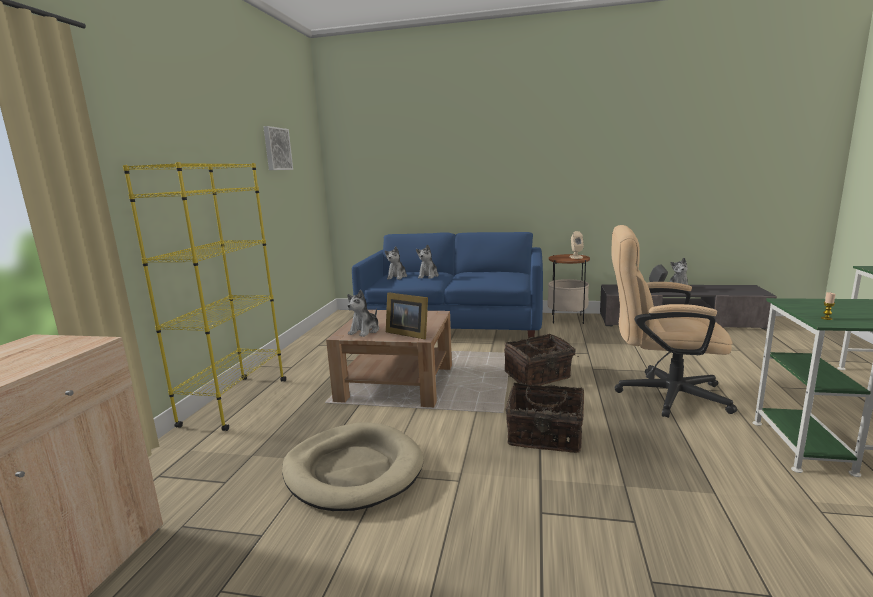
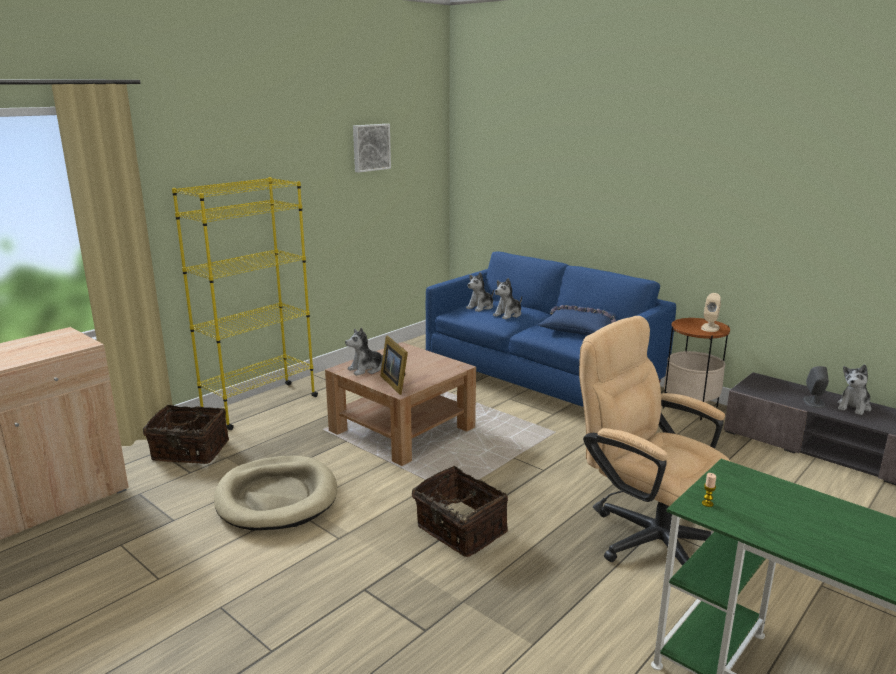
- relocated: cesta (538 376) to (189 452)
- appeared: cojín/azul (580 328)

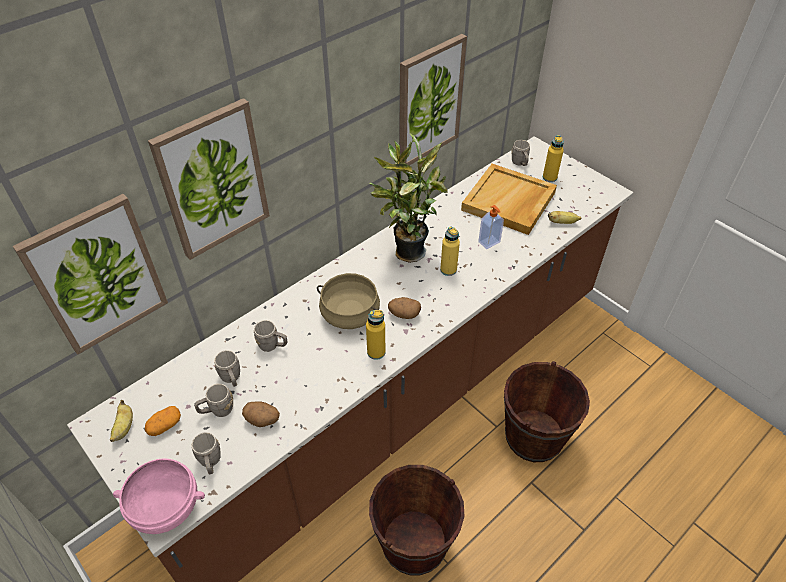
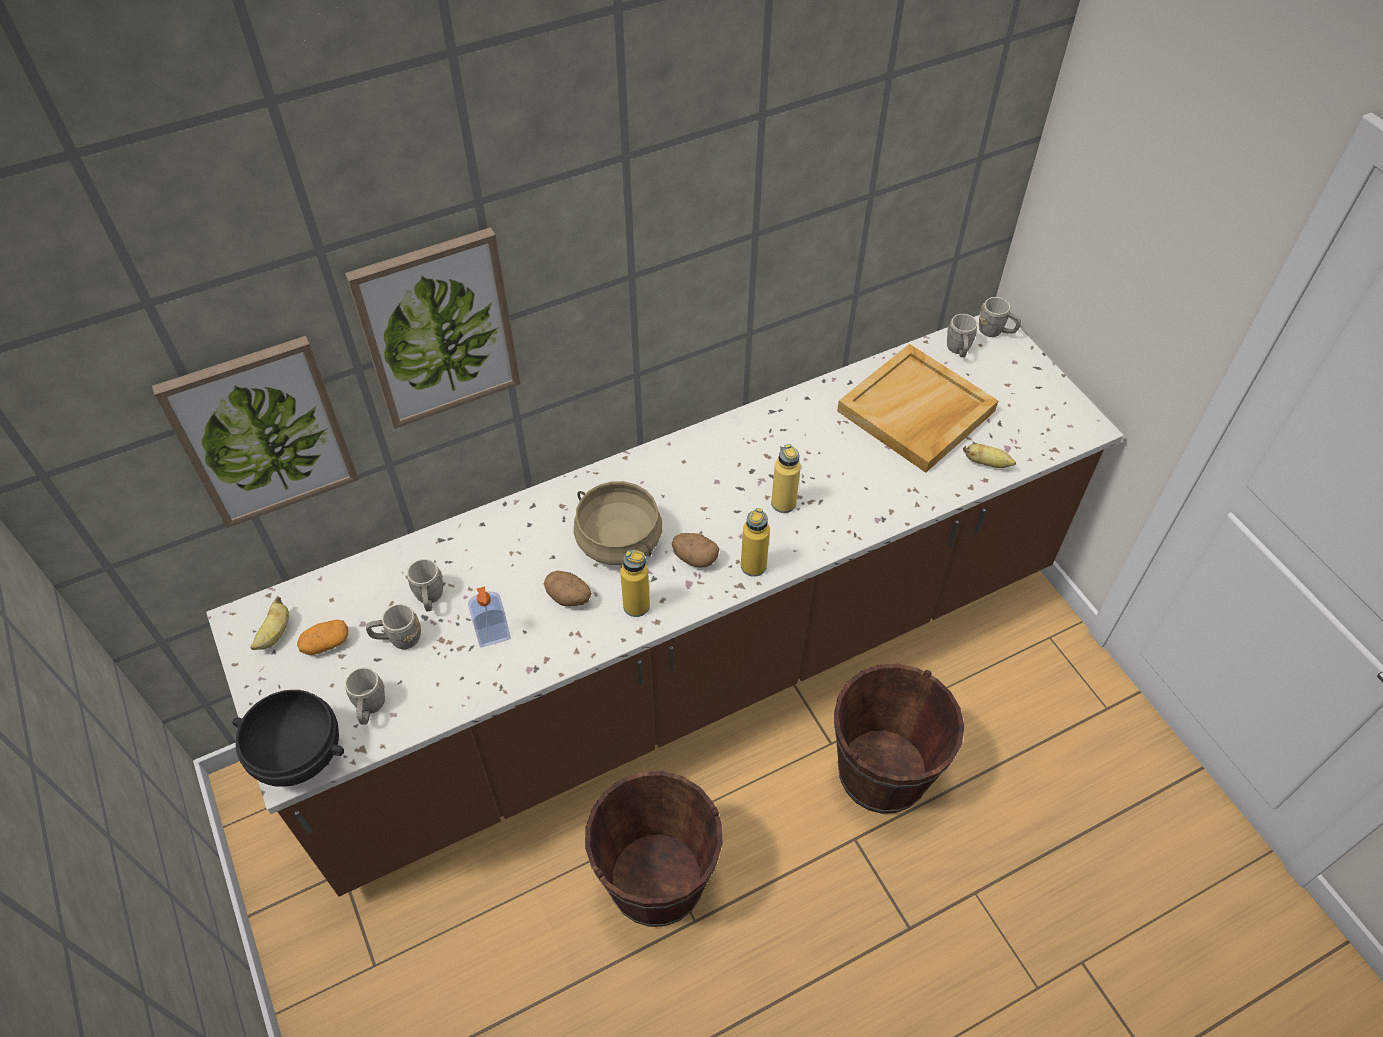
- missing: cuadro (429 101)
- missing: planta en maceta (406 252)
- relocated: botella/amarillo (549 177) to (753 566)
- relocated: dispensador de jabón (489 242) to (493 635)
- relocated: taza grande/gris (272 345) to (995 332)
- relocated: patata (263 420) to (569 597)
- colour: cuenco/rosa (166 509) to cuenco/negro (297 756)

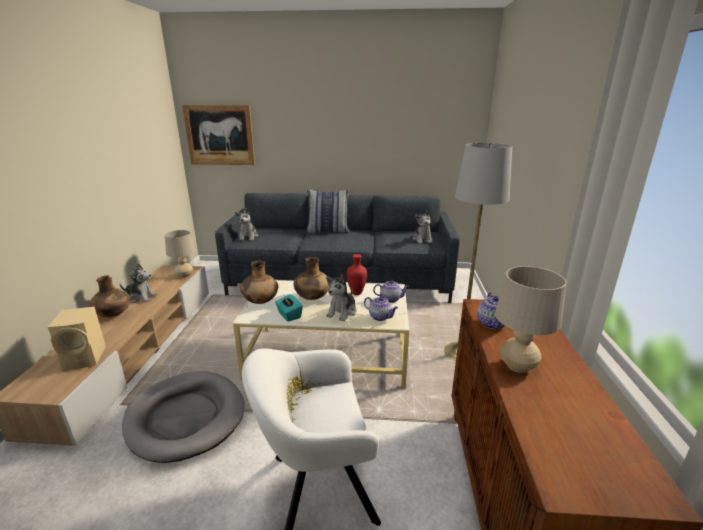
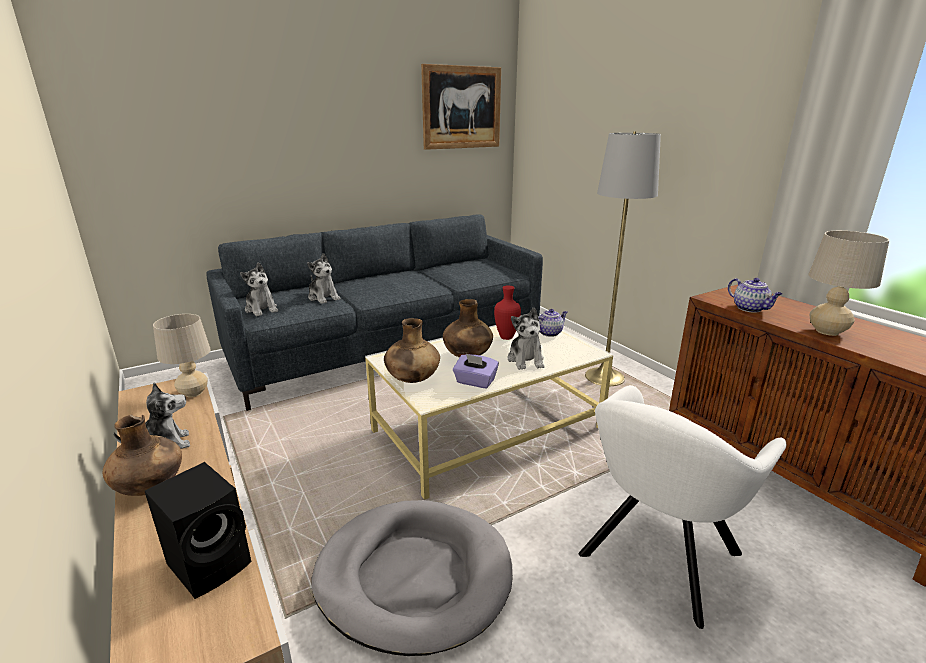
- relocated: cuadro (220 135) to (462 108)
- missing: cojín (328 230)
- relocated: peluche (422 239) to (323 297)
- colour: caja de pañuelos/turquesa (289 315) to caja de pañuelos/morado (475 382)
- missing: tetera (380 317)
- colour: altavoz/beis (86 358) to altavoz/negro (212 562)

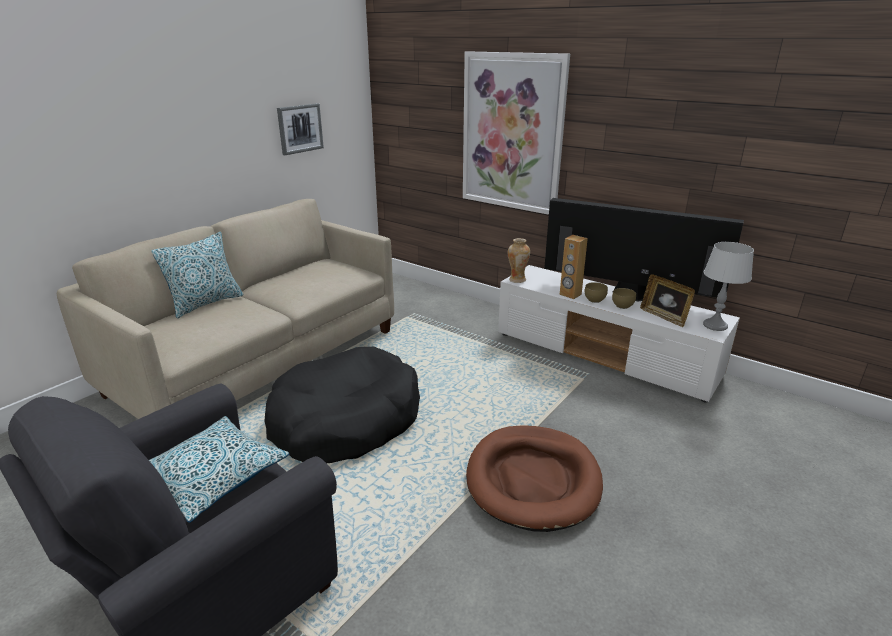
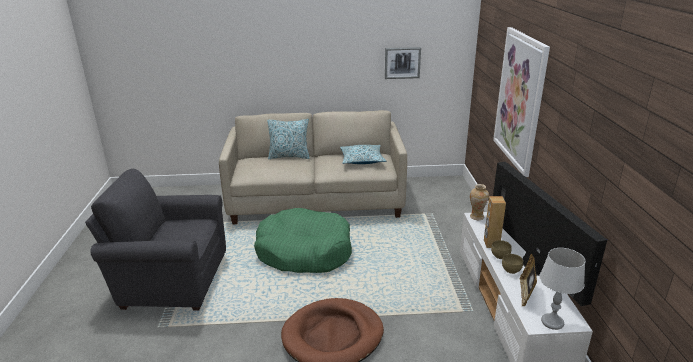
- colour: cama para perro/negro (345 421) to cama para perro/verde (304 251)
- relocated: cojín (213 477) to (362 160)

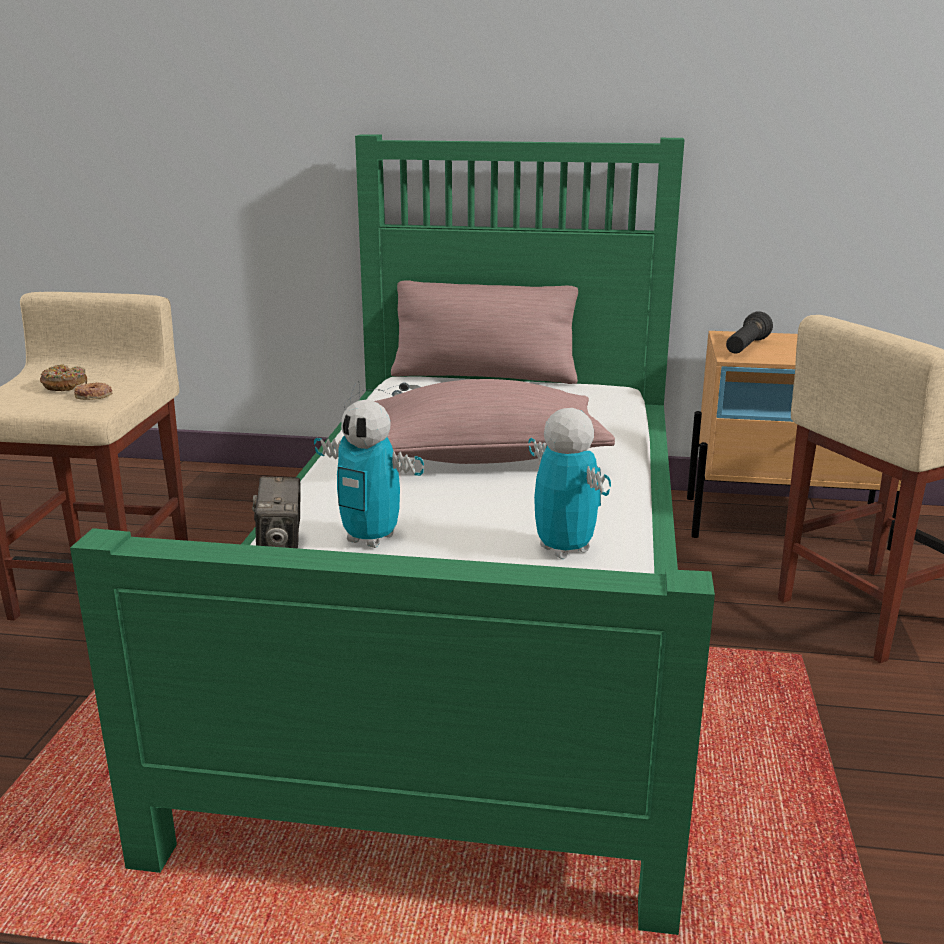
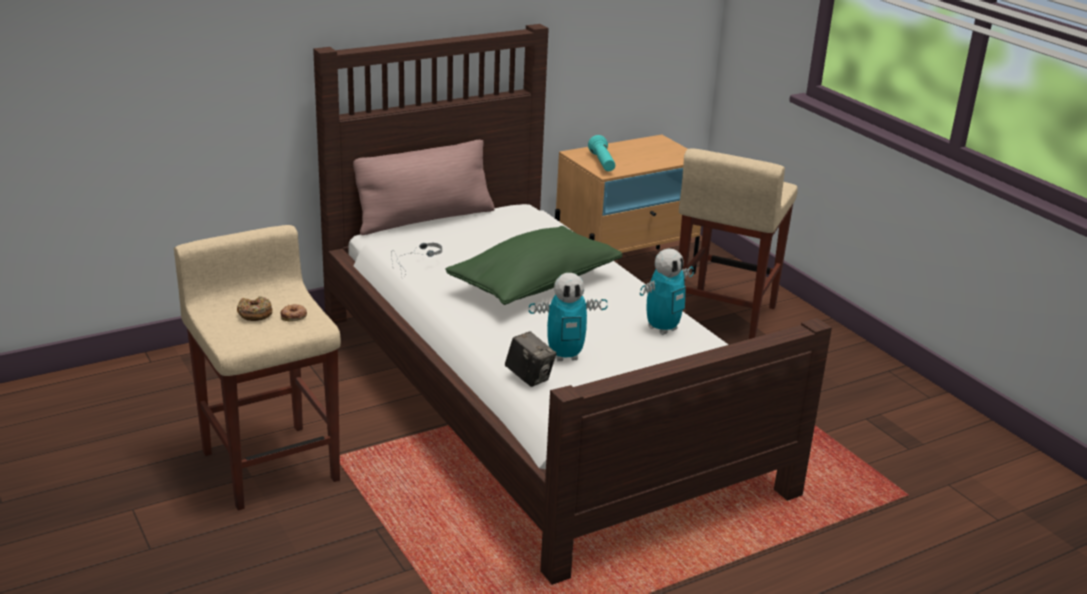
- colour: cama/verde (472 622) to cama/marrón (537 396)
- colour: linterna/negro (746 348) to linterna/turquesa (602 163)
- colour: cojín/rosa (482 457) to cojín/verde (534 284)
- spun: robot de juguete (564 549) = (662 328) 120 degrees clockwise

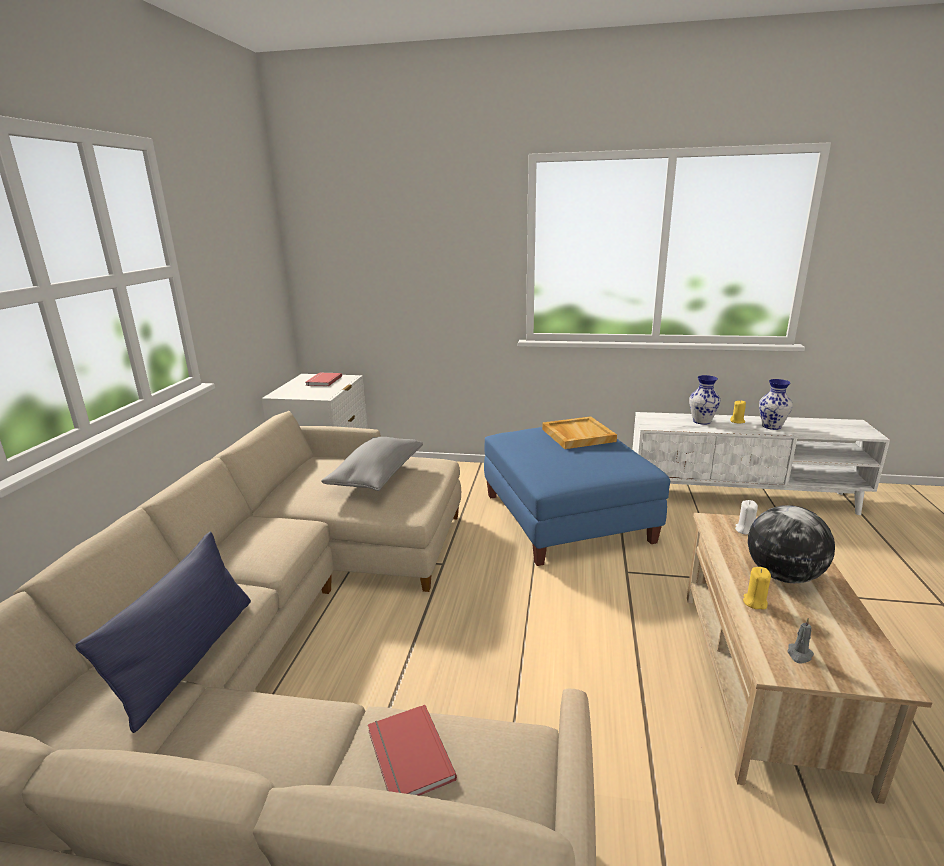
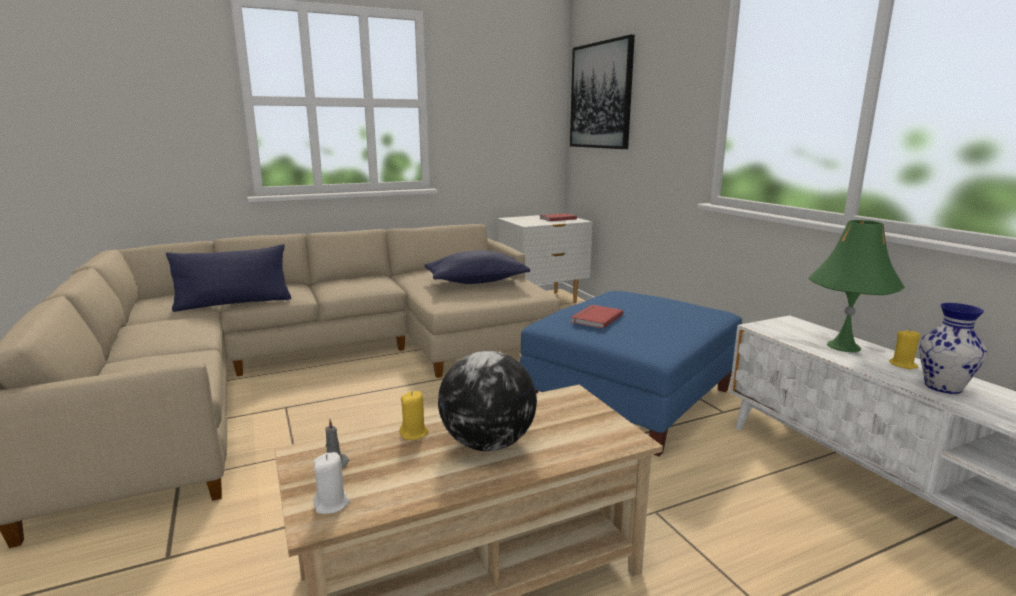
- exchanged: florero (701 421) to lámpara de mesa/verde (843 346)
- missing: bandeja/beis (577 435)
- colour: cojín/gris (377 476) to cojín/azul (476 282)
- relocated: vela/blanco (744 530) to (332 504)
- relocated: libro/rojo (407 756) to (595 318)
- appeared: cuadro (601 96)

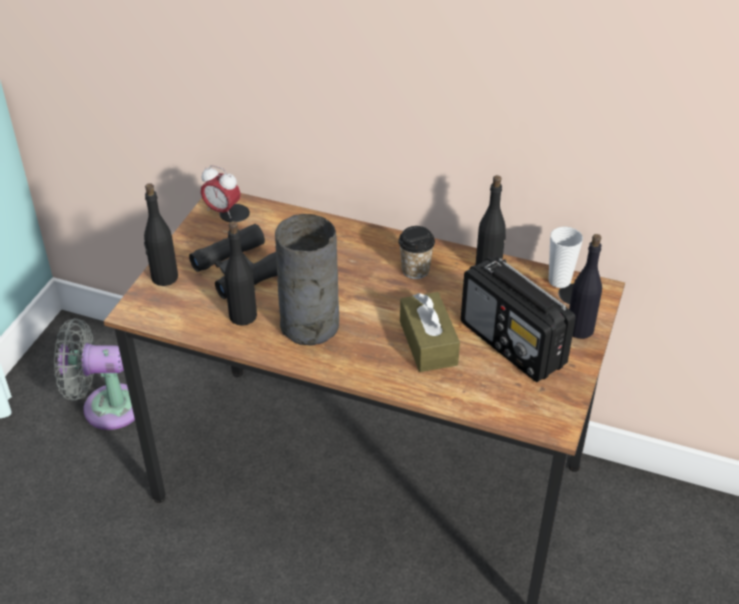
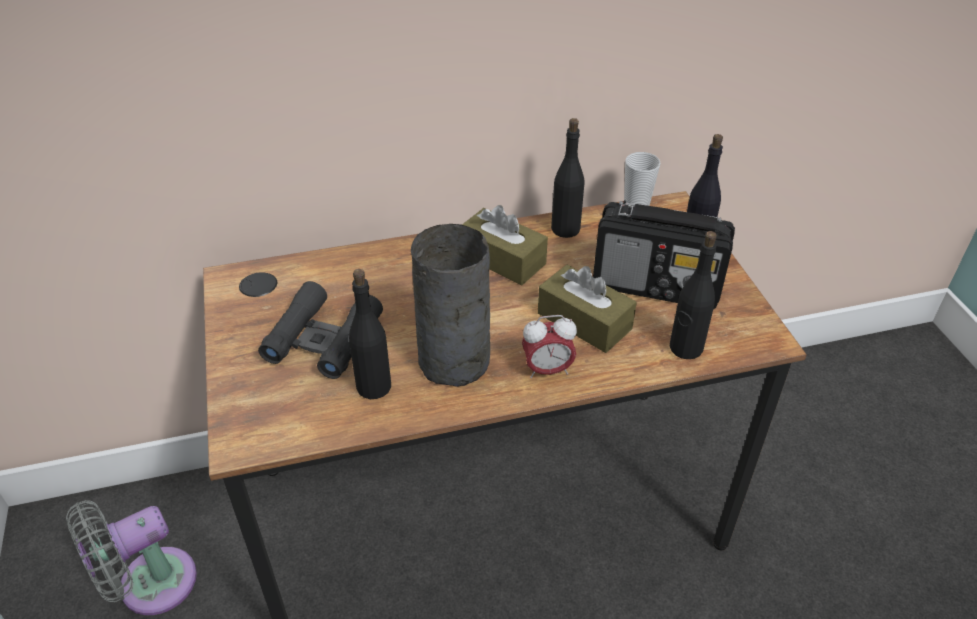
- relocated: despertador (222 210) to (547 370)
- relocated: botella/negro (164 277) to (685 348)
- exchanged: taza (415 270) to caja de pañuelos/marrón (502 259)

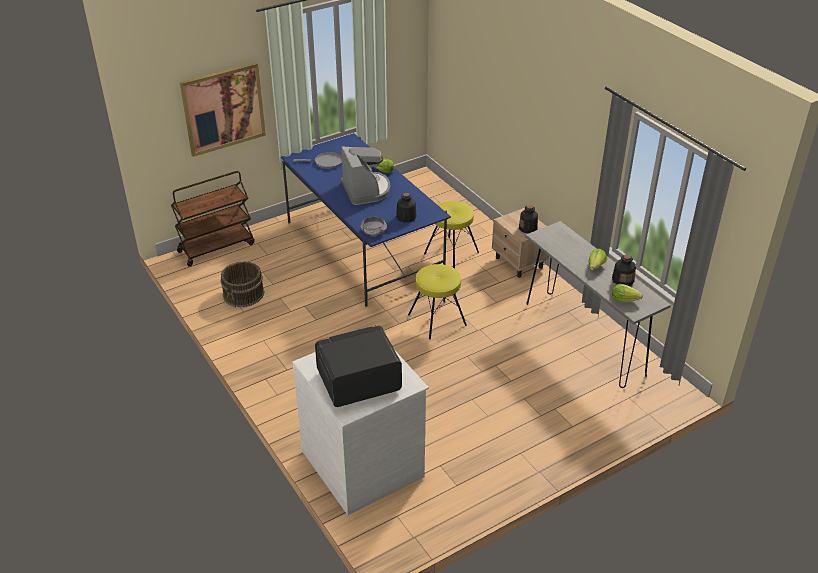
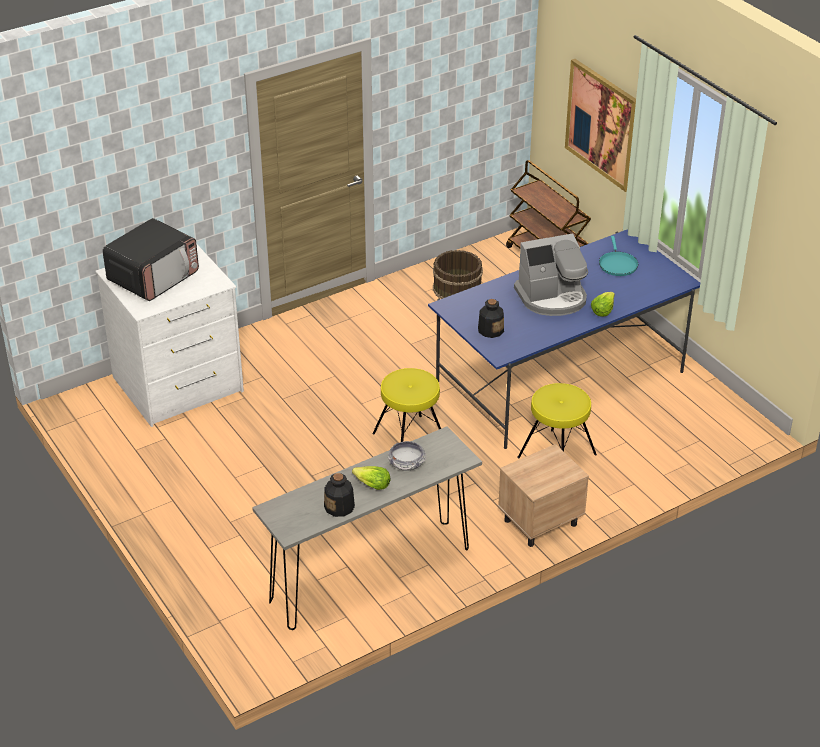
- colour: sartén/gris (326 162) to sartén/turquesa (617 264)
- missing: botella (528 228)
- relocated: cuenco (373 231) to (406 463)
- missing: lechuga (624 299)
- spun: microondas (358 381) = (154 277) 60 degrees clockwise

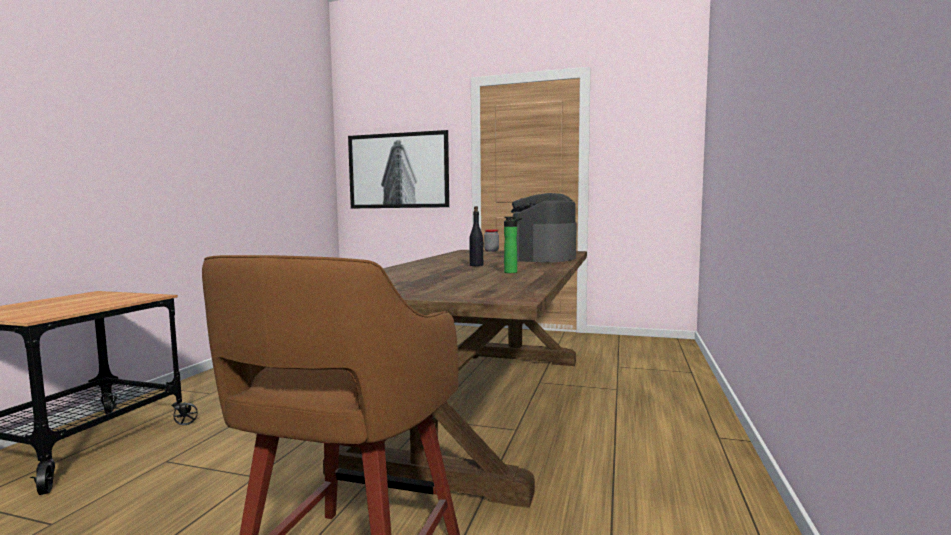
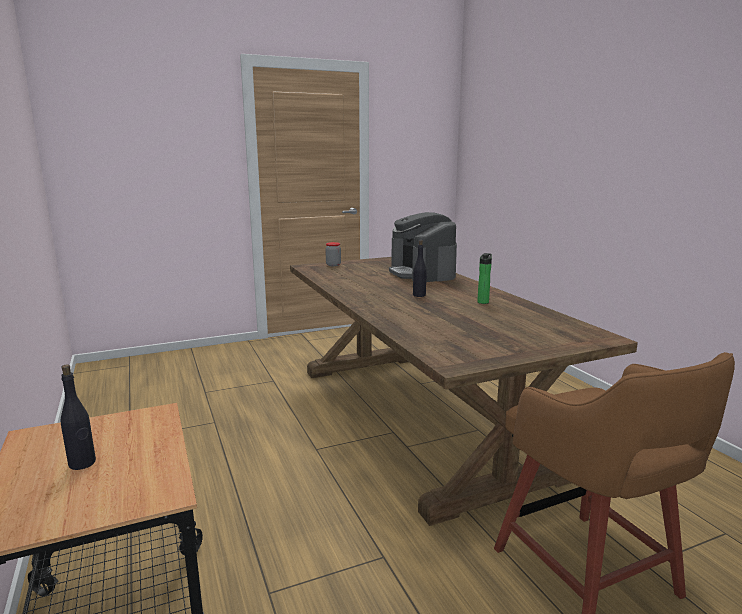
- missing: cuadro (398 170)
- appeared: botella/negro (82 463)

